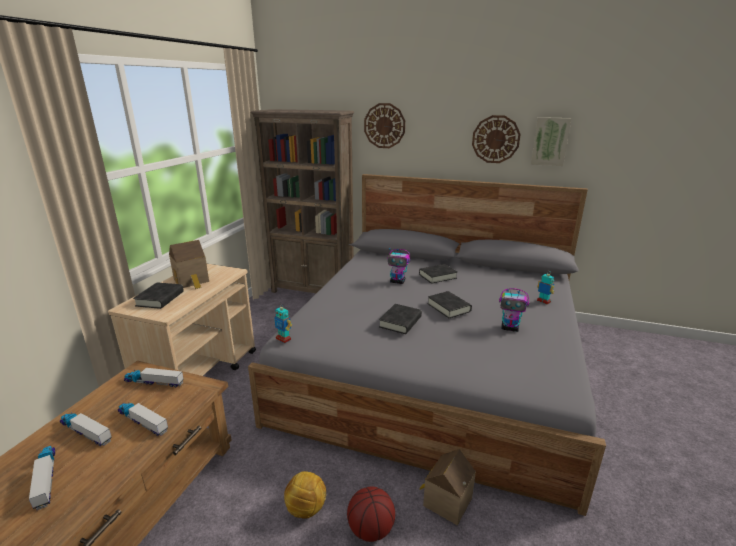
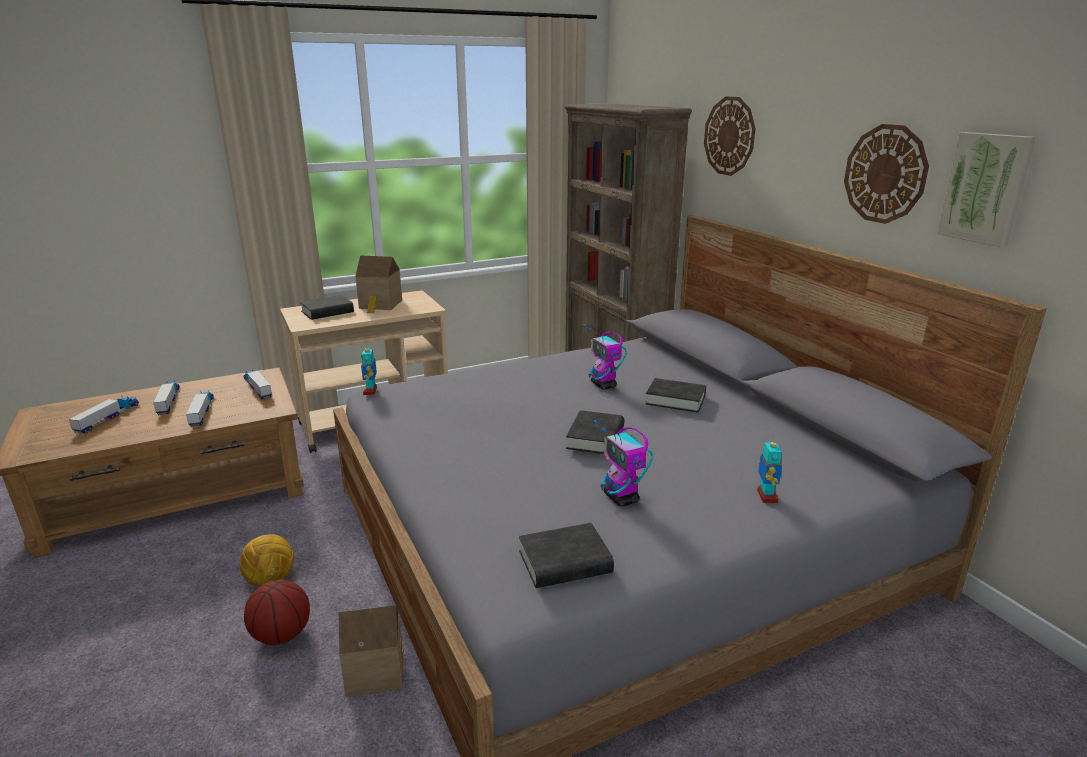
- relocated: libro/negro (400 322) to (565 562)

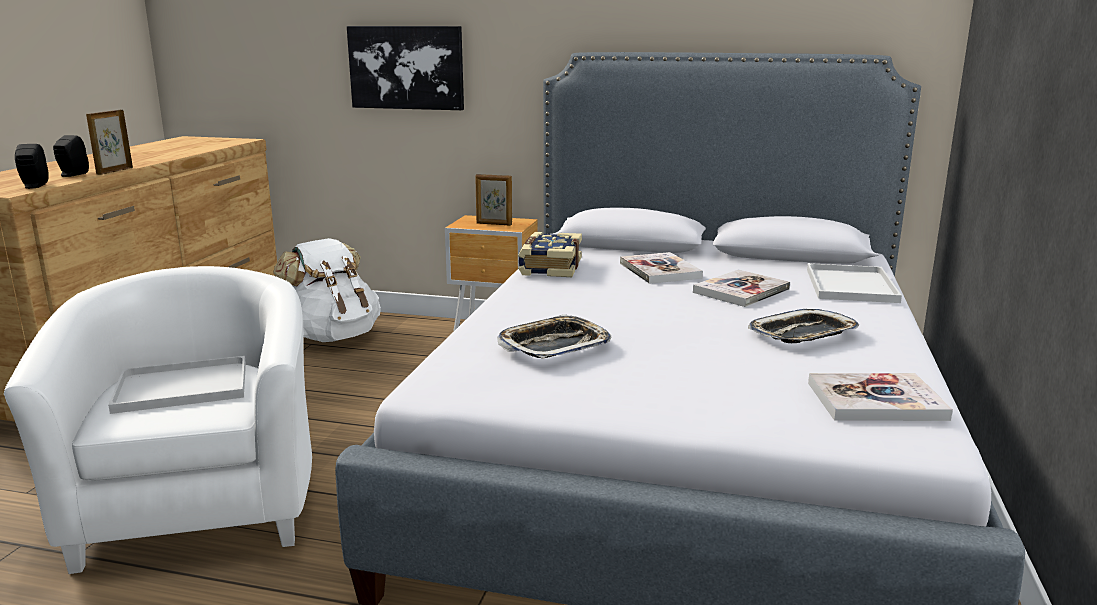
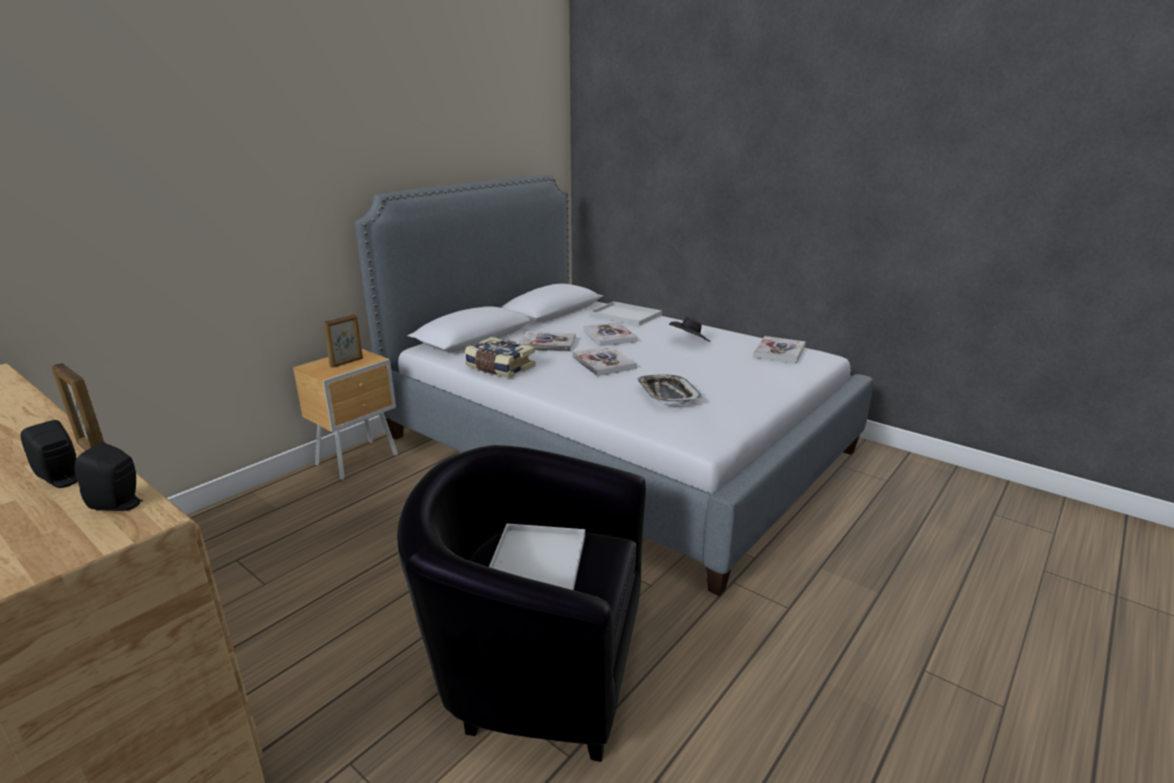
- missing: cuadro (406 67)
- missing: mochila/blanco (334 336)
- colour: sillón/blanco (201 505) to sillón/negro (534 665)
- exchanged: bandeja (803 334) to sombrero/negro (689 342)
- appeared: libro (603 363)

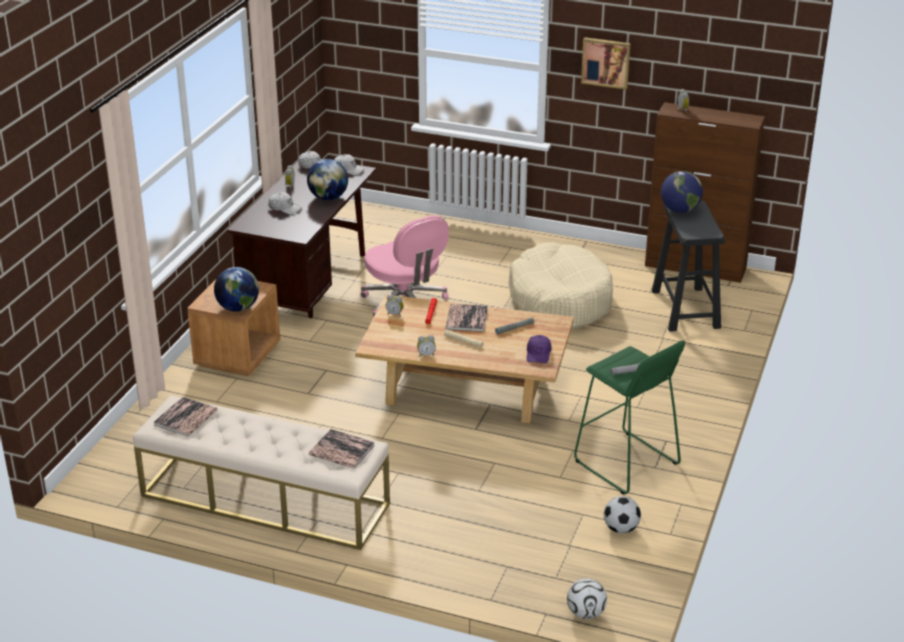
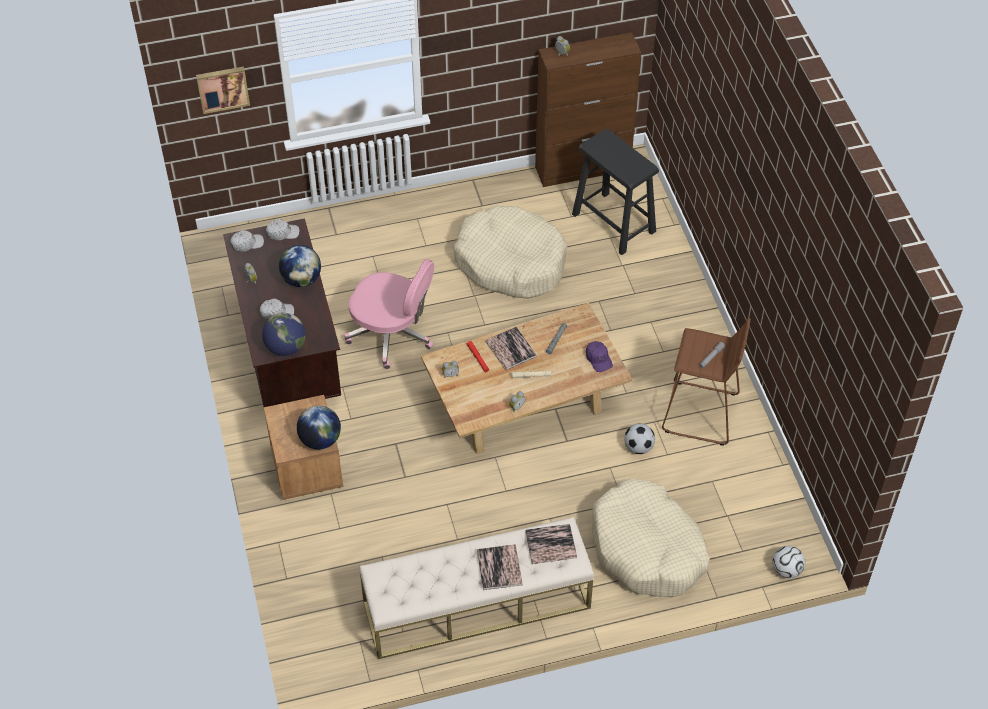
- relocated: cuadro (606 62) to (222 88)
- relocated: globo terráqueo (680 210) to (285 347)
- colour: taburete/verde (626 463) to taburete/marrón (700 413)
- relocated: libro (185 418) to (499 568)
- relocated: balón de fútbol (621 529) to (638 447)
- appeared: cama para perro/beis (647 548)

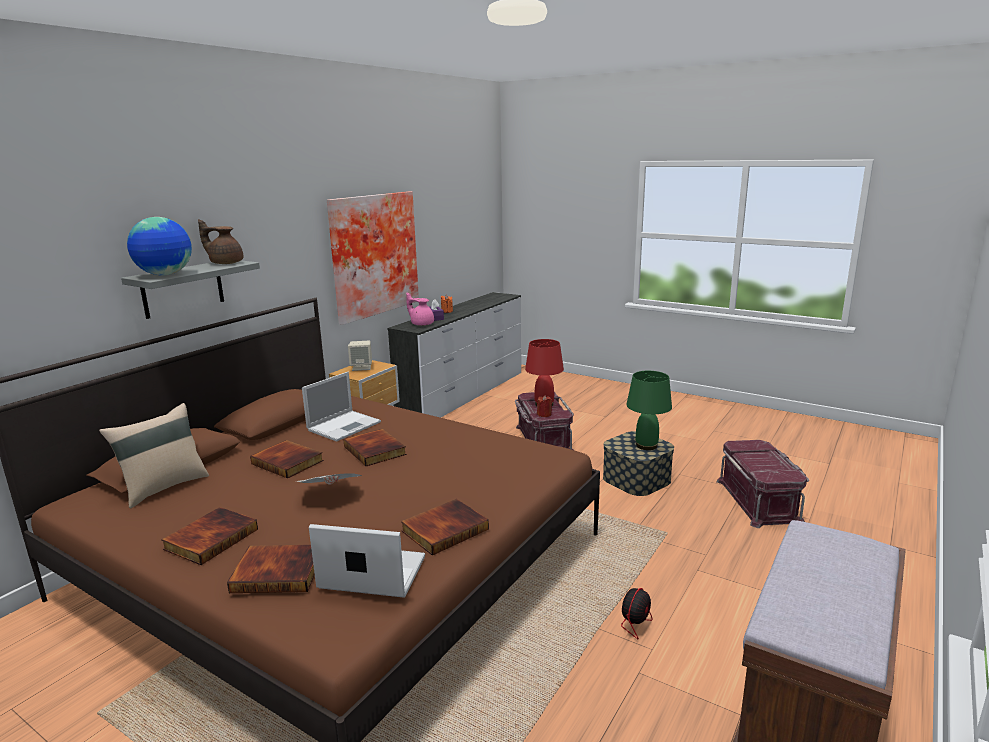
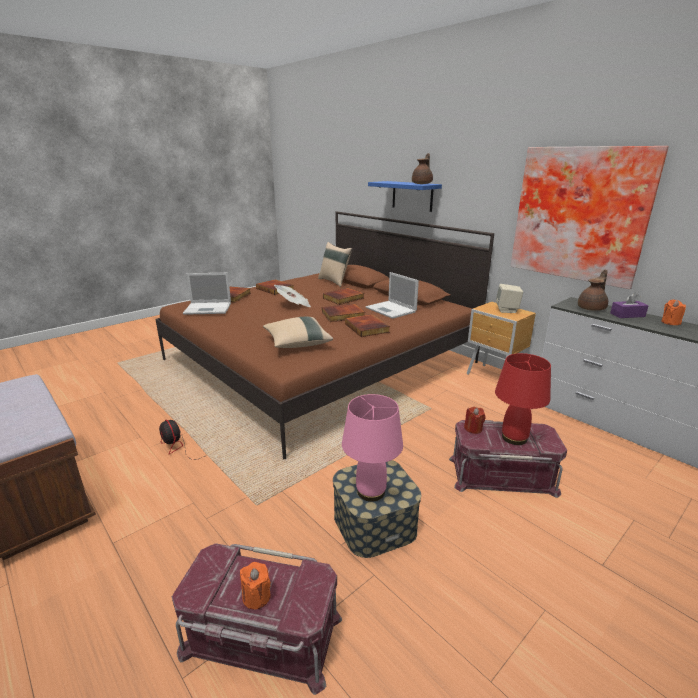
- missing: globo terráqueo (165 275)
- colour: estante/gris (183 288) to estante/azul (412 196)
- colour: tetera/rosa (421 324) to tetera/marrón (592 308)
- colour: lámpara de mesa/verde (647 445) to lámpara de mesa/rosa (370 492)
- relocated: libro (444 529) to (367 328)
- spun: portátil (370 573) = (209 308) 60 degrees clockwise
- appeared: cojín/beis (297 343)
- appeared: vela/naranja (256 597)

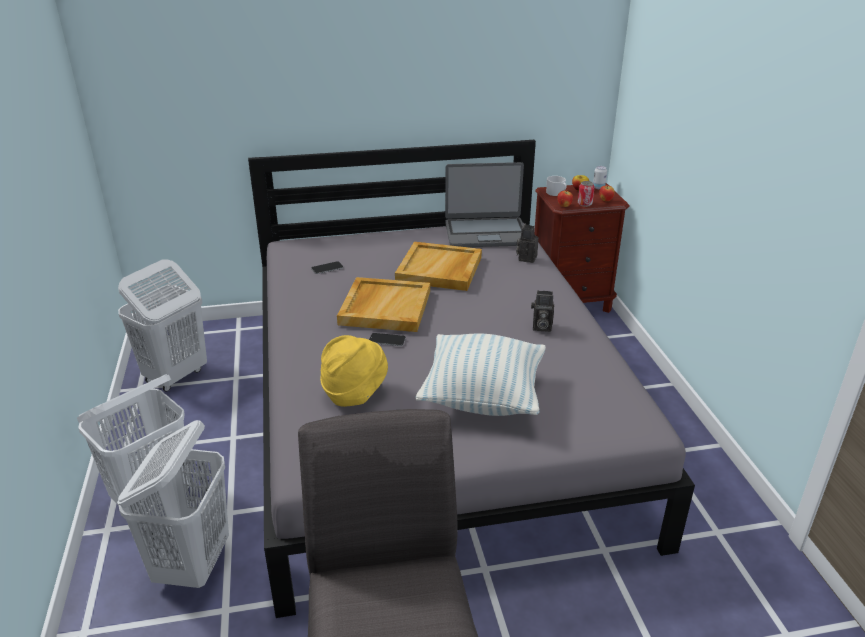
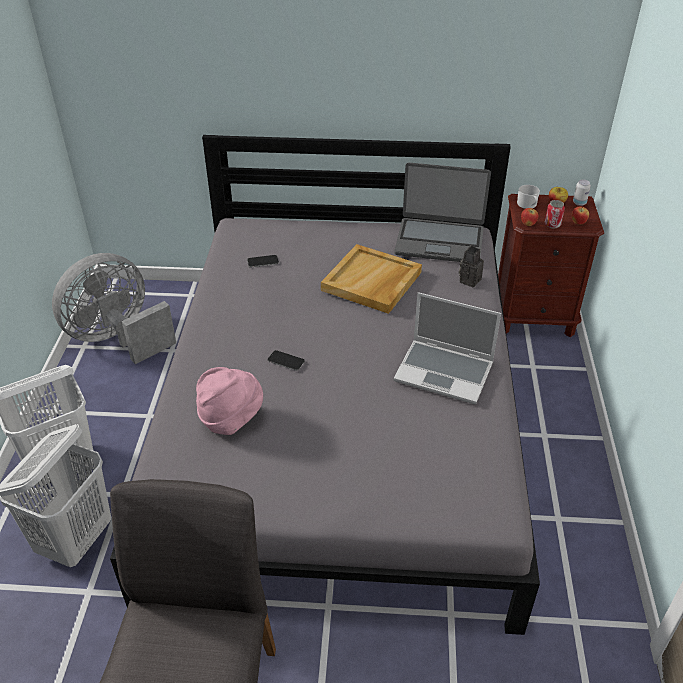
- exchanged: cesto de la ropa/blanco (175 376) to ventilador/gris (118 338)
- missing: bandeja/beis (384 307)
- exchanged: cámara (540 327) to portátil (445 372)
- missing: cojín (482 397)
- colour: sombrero/amarillo (355 393) to sombrero/rosa (231 419)

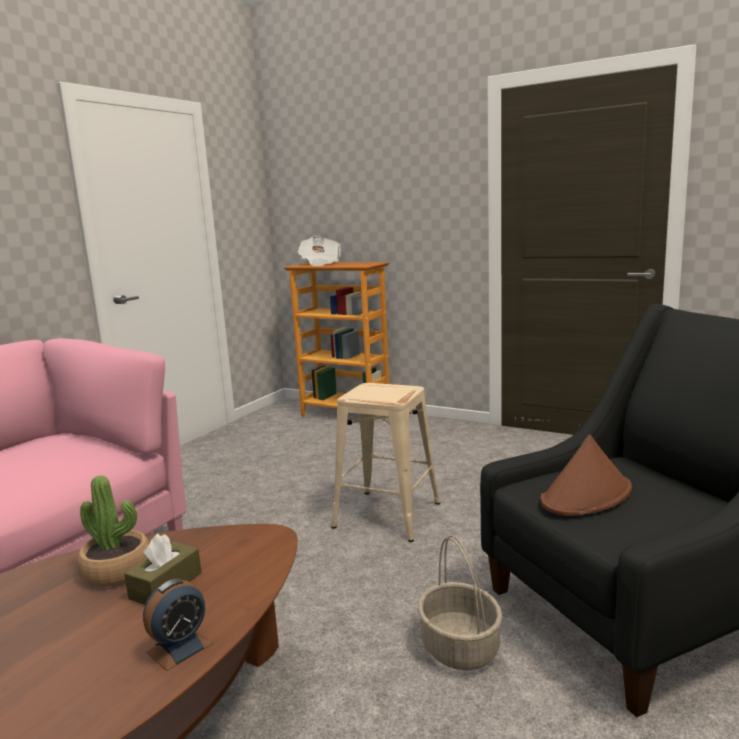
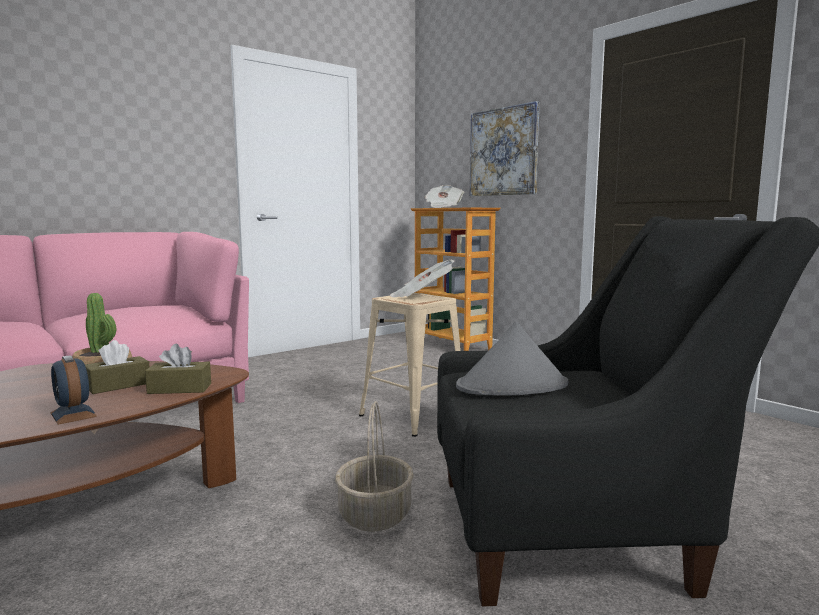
- colour: sombrero/marrón (586 496) to sombrero/gris (513 386)
- spun: despertador (179 647) = (73 414) 75 degrees clockwise
- appeared: cuadro (503 152)
- appeared: periódico (421 296)
- appeared: caja de pañuelos/marrón (179 388)

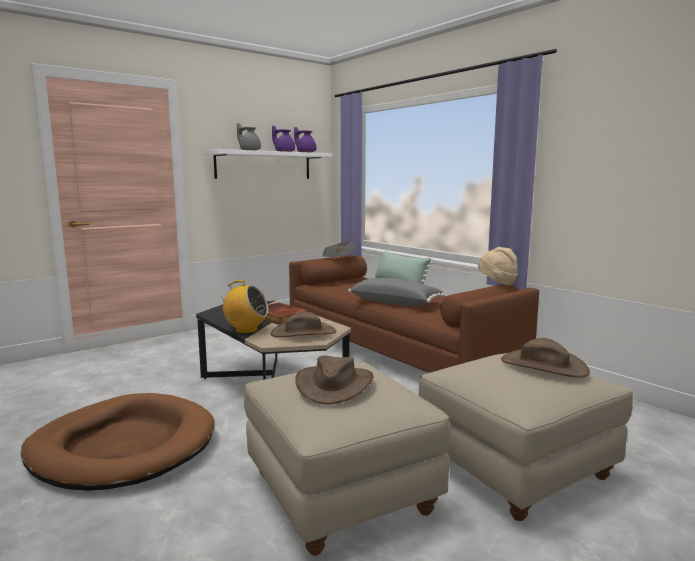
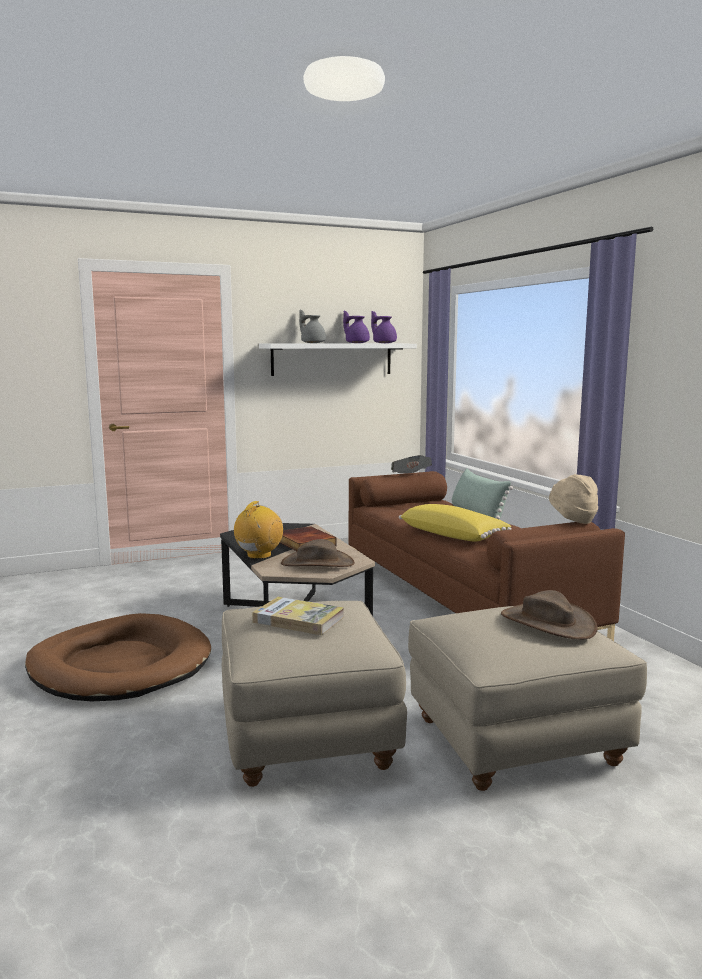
- colour: cojín/gris (395 303) to cojín/amarillo (453 535)
- spun: radio (246 330) = (259 555) 90 degrees counterclockwise
- exchanged: sombrero/marrón (334 385) to libro (298 620)

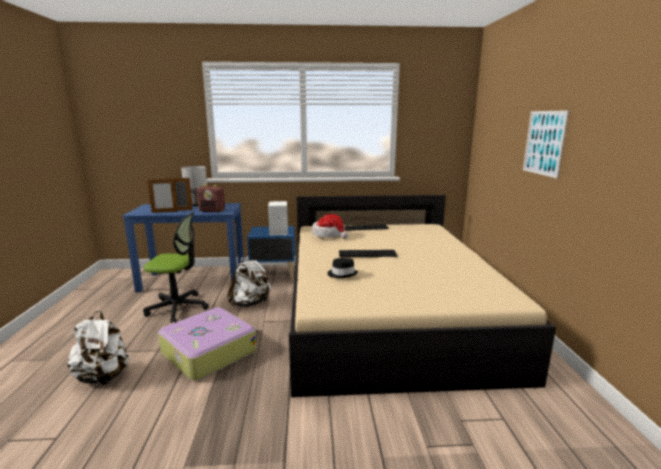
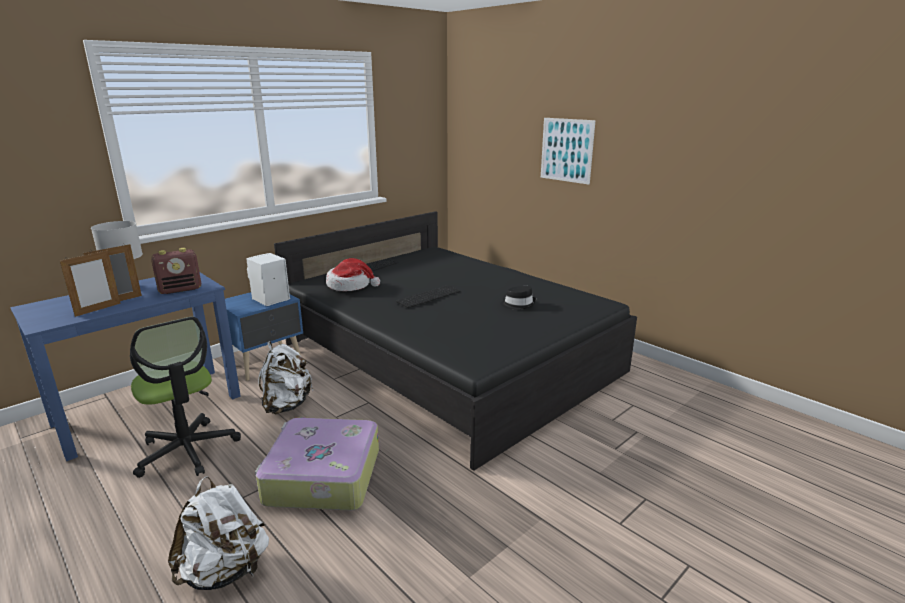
- colour: cama/beis (387 312) to cama/negro (449 357)
- spun: silla de oficina (177 308) = (187 450) 90 degrees clockwise
- relocated: sombrero/negro (342 274) to (518 304)

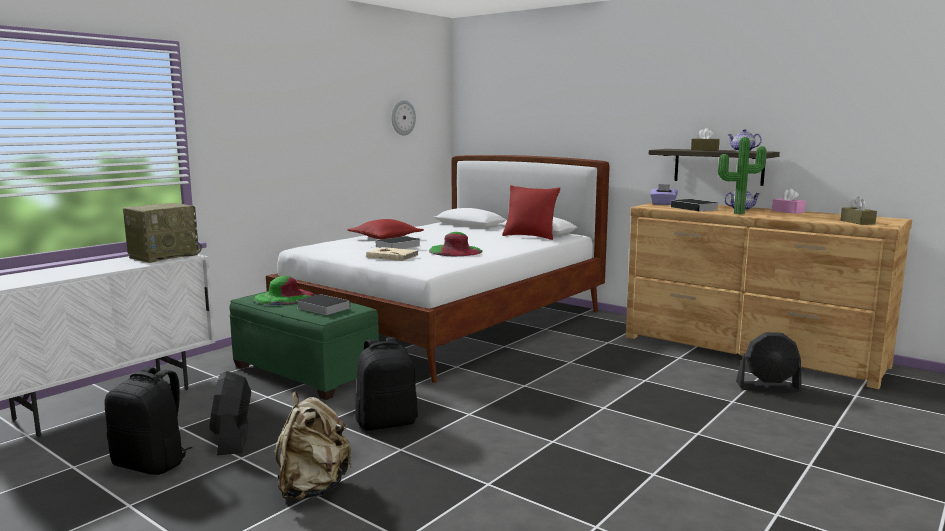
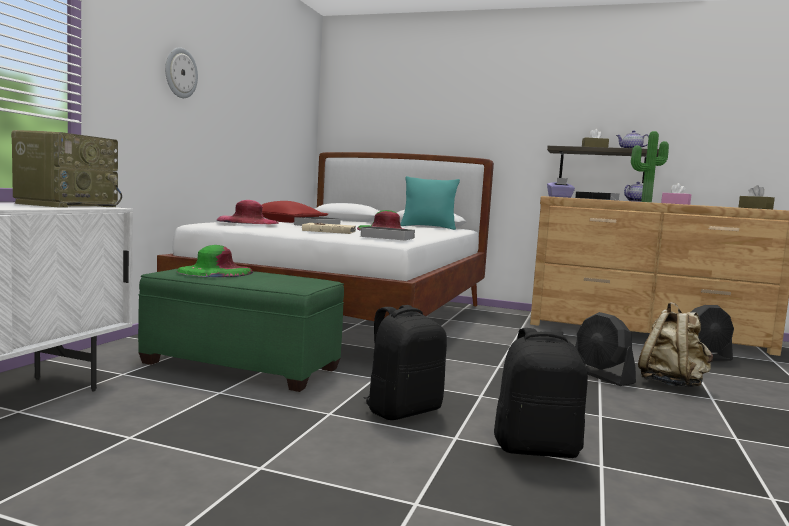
- relocated: reloj de pared (402 117) to (180 73)
- colour: cojín/rojo (530 236) to cojín/turquesa (428 227)
- relocated: libro (321 308) to (385 237)
- relocated: mochila/negro (152 464) to (537 448)
- relocated: ventilador/negro (232 439) to (601 376)
- relocated: mochila/beis (313 489) to (672 384)
- appeared: sombrero/rosa (248 221)

